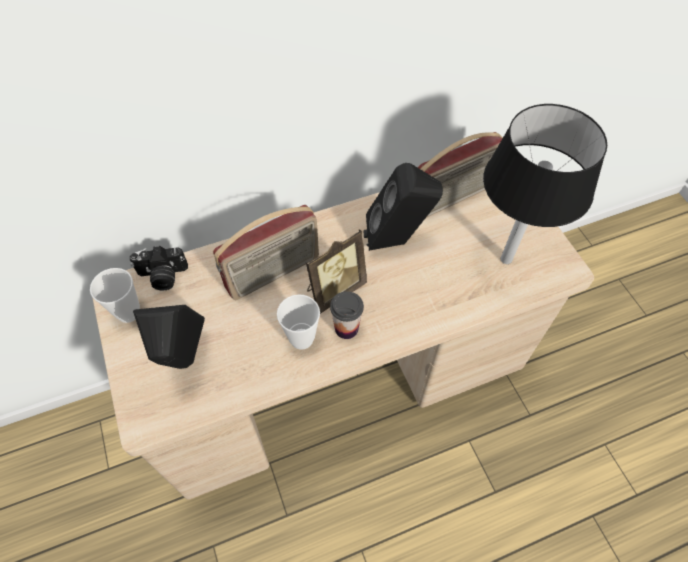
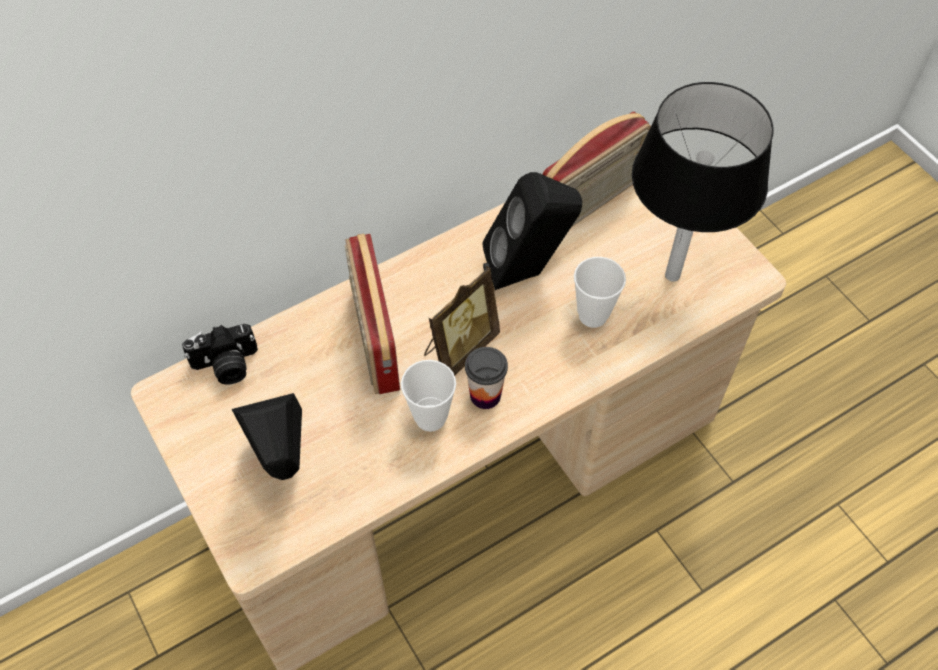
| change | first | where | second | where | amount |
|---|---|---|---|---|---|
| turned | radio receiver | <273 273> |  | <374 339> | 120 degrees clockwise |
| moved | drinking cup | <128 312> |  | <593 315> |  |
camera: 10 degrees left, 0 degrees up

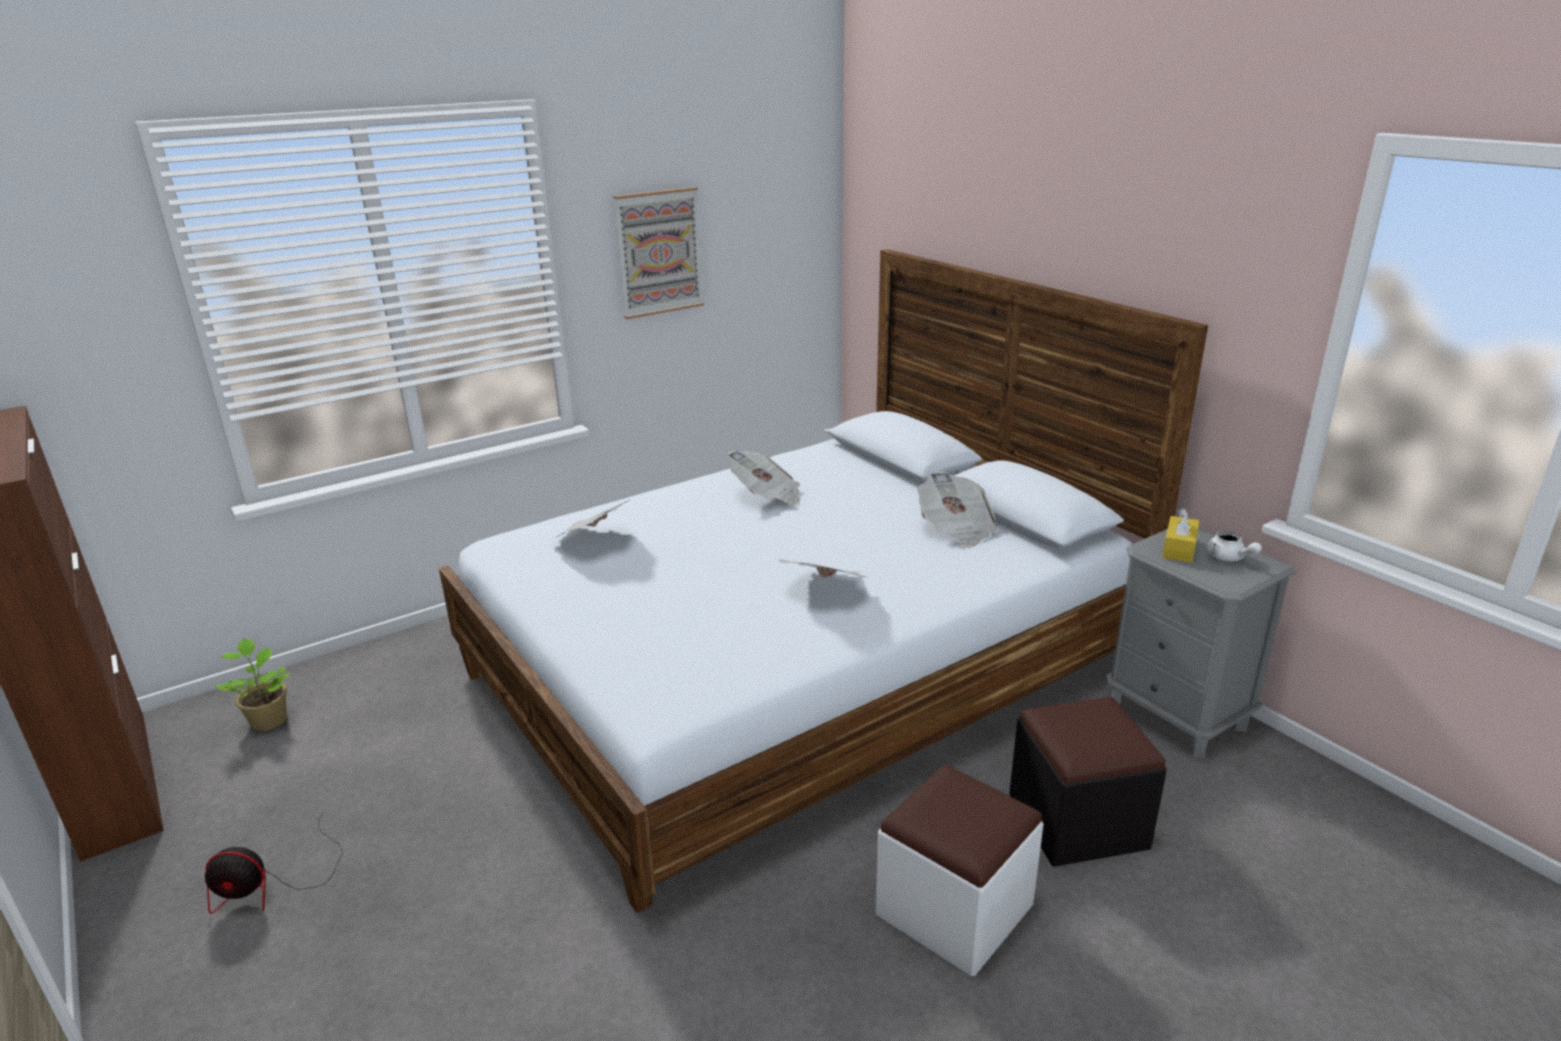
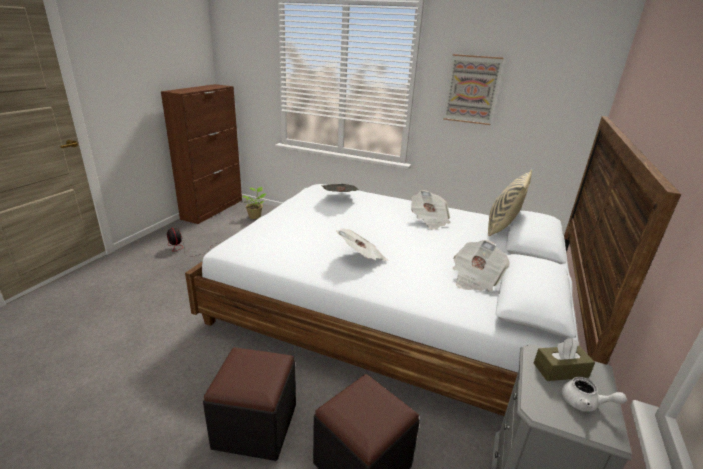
| change | first | where | second | where | amount |
|---|---|---|---|---|---|
| recoloured | whitish pouffe | <954 910> | black-coloured pouffe | <255 426> |  |
| added |  |  | beige-coloured throw pillow | <502 228> |  |
| recoloured | yellowish box of tissues | <1179 548> | brownish box of tissues | <560 370> |  |
| turned | whitish pot for tea | <1229 558> |  | <585 403> | 90 degrees counterclockwise |
camera: 55 degrees right, 0 degrees up

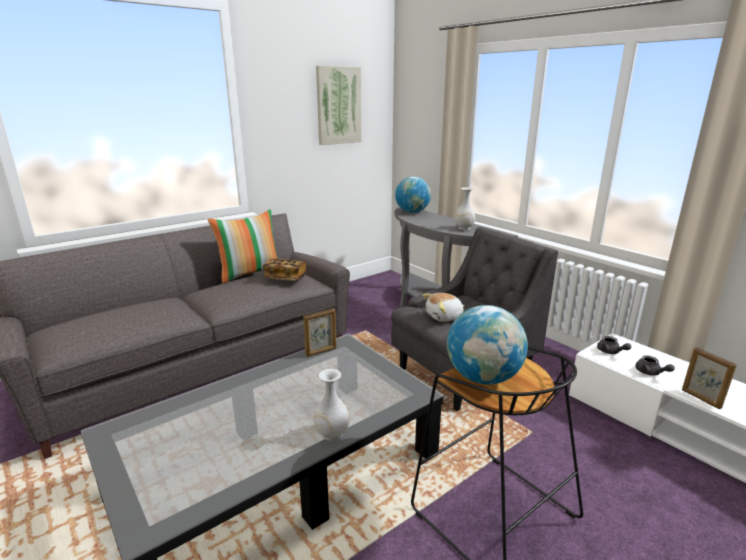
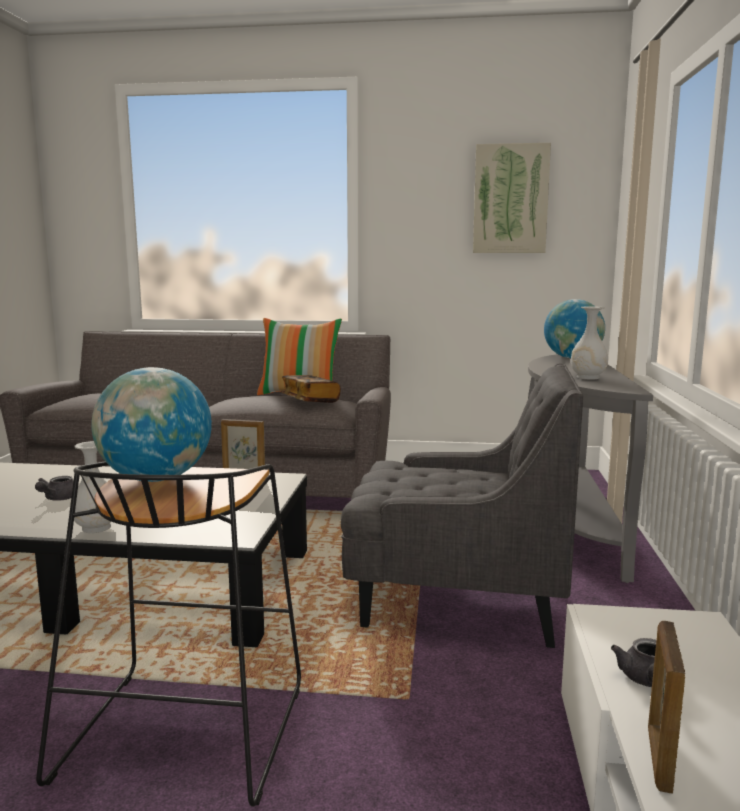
| change | first | where | second | where | amount |
|---|---|---|---|---|---|
| moved | grey pot for tea | <610 352> |  | <57 499> |  |
| removed | soft toy | <444 317> |  |  |  |
camera: 45 degrees right, 10 degrees down

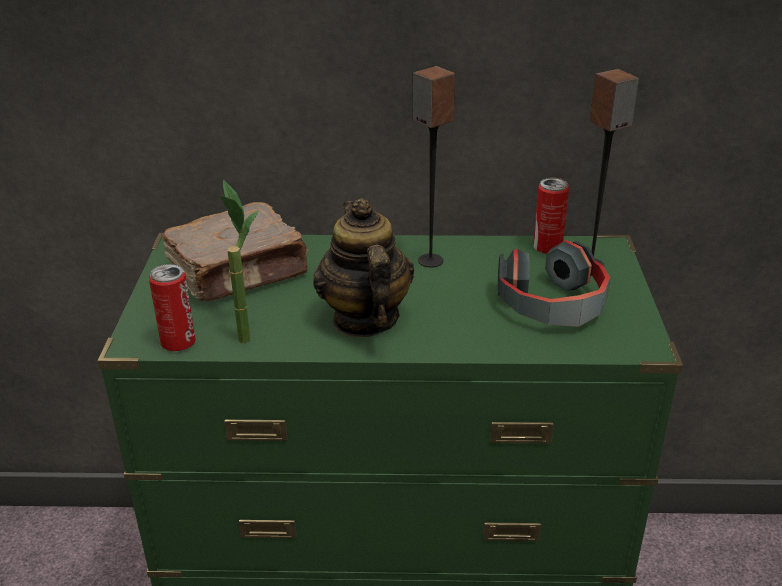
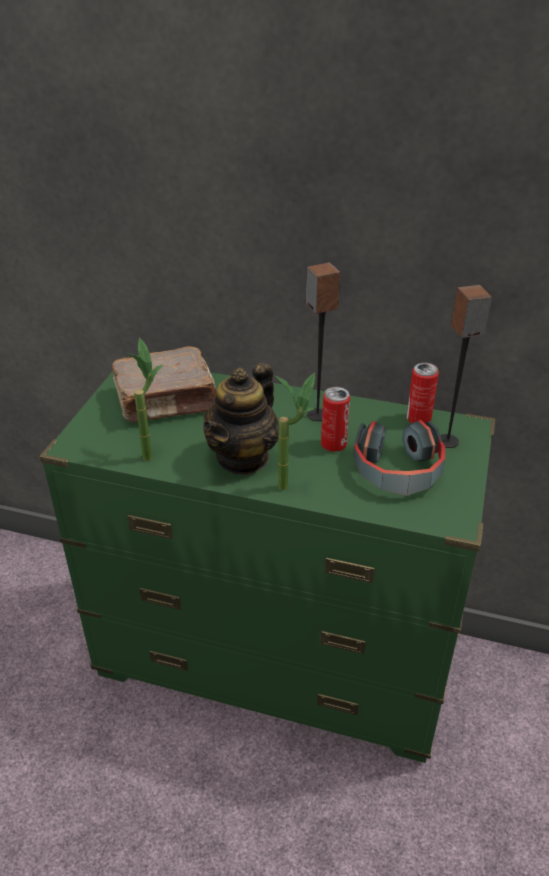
| change | first | where | second | where | amount |
|---|---|---|---|---|---|
| turned | pot for tea | <364 319> |  | <243 457> | 150 degrees counterclockwise |
| added |  |  | potted plant | <293 485> |  |
| moved | can | <178 343> |  | <333 445> |  |
camera: 15 degrees right, 5 degrees up

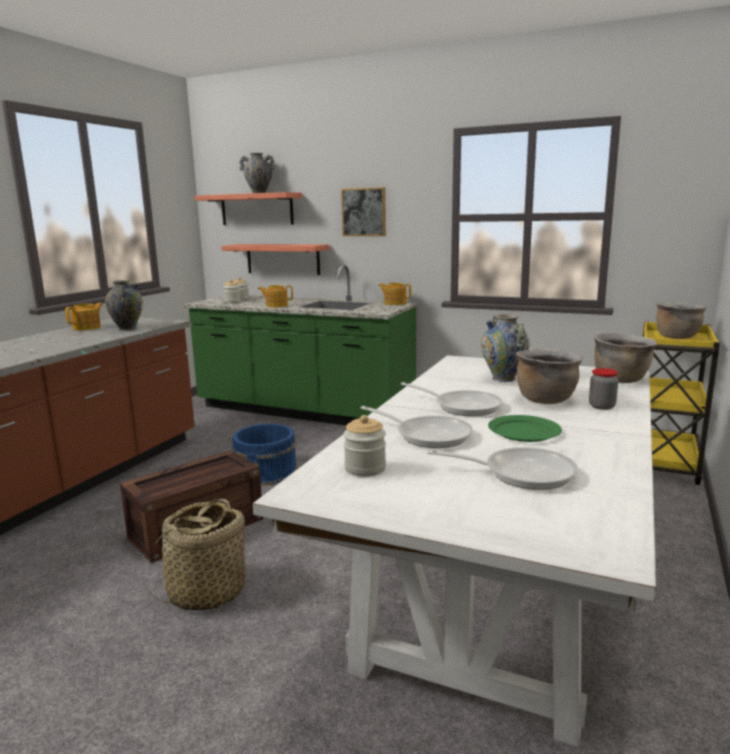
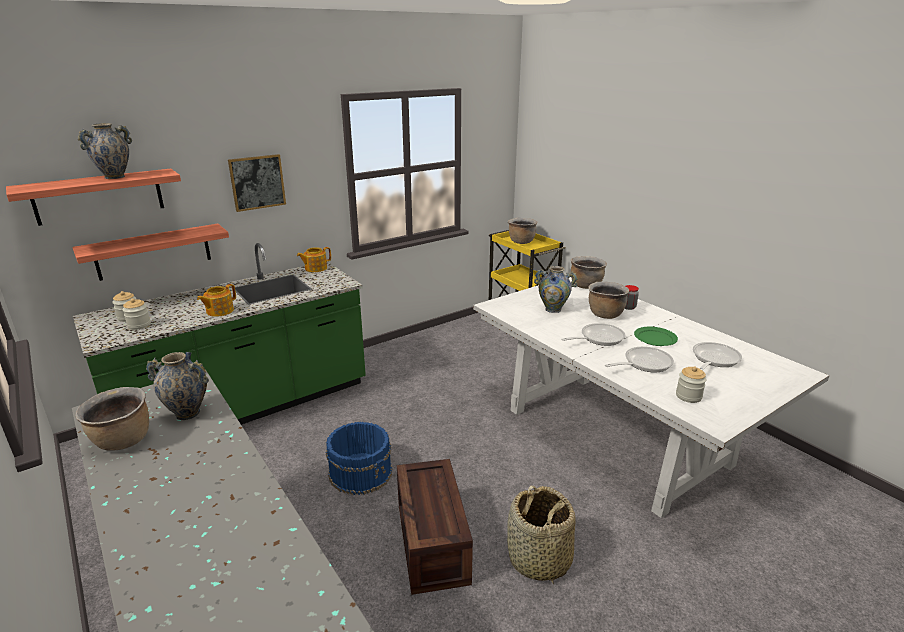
| change | first | where | second | where | amount |
|---|---|---|---|---|---|
| replaced | pot for tea | <87 328> | brownish saucepot | <123 441> |  |
camera: 60 degrees left, 10 degrees up

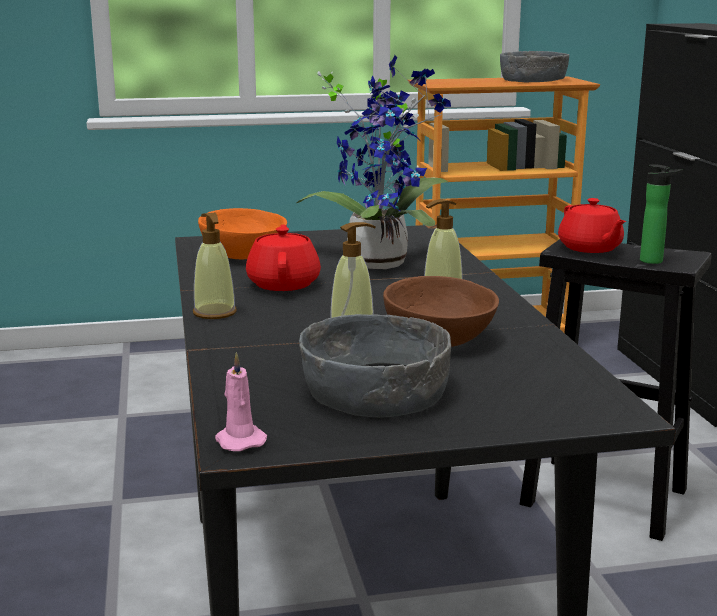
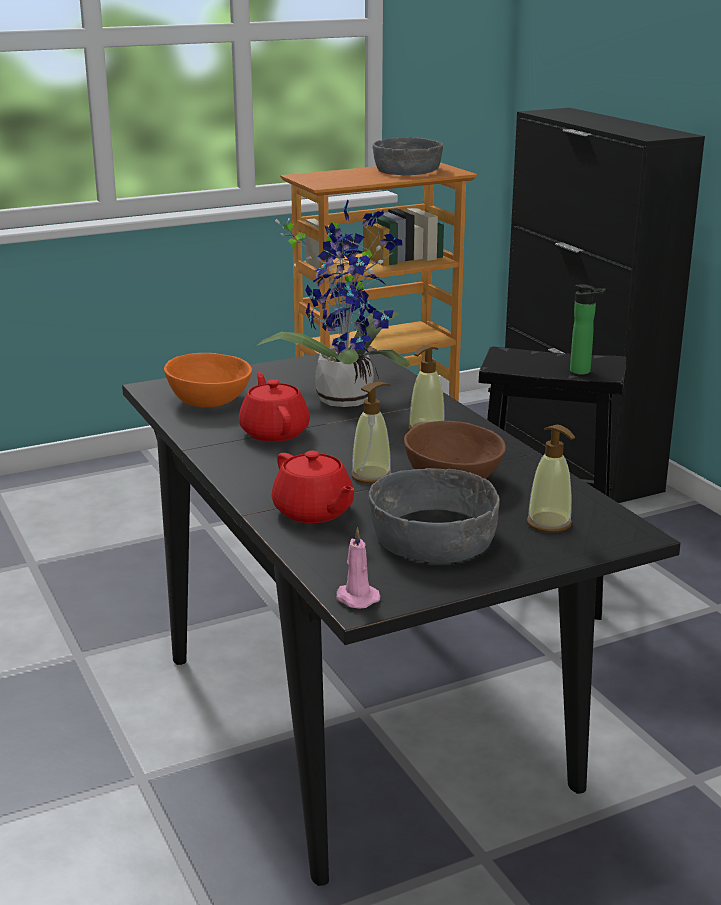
| change | first | where | second | where | amount |
|---|---|---|---|---|---|
| moved | red-coloured pot for tea | <590 248> |  | <314 512> |  |
| moved | liquid soap bottle | <215 313> |  | <549 523> |  |
camera: 15 degrees left, 5 degrees up

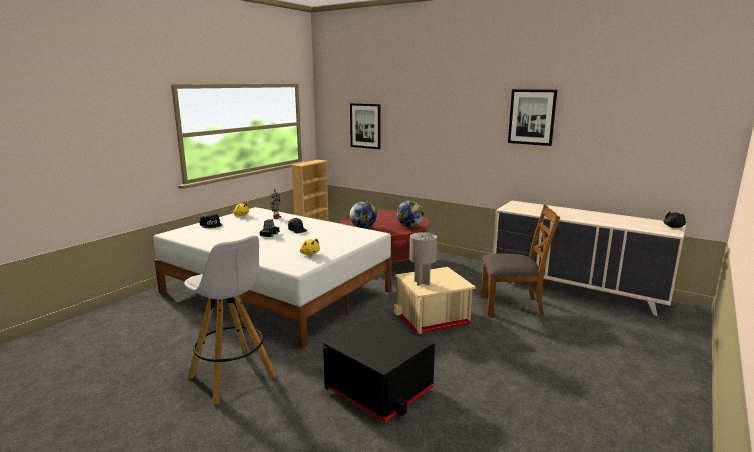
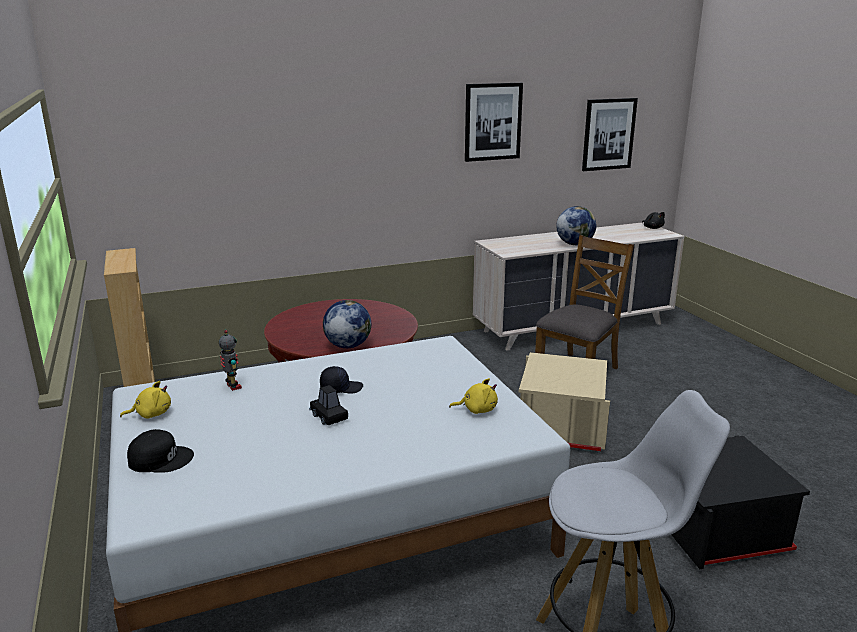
| change | first | where | second | where | amount |
|---|---|---|---|---|---|
| moved | desk globe | <410 226> |  | <574 244> |  |
| moved | picture | <365 126> |  | <608 134> |  |
| removed | grey table lamp | <422 282> |  |  |  |
camera: 55 degrees left, 5 degrees up

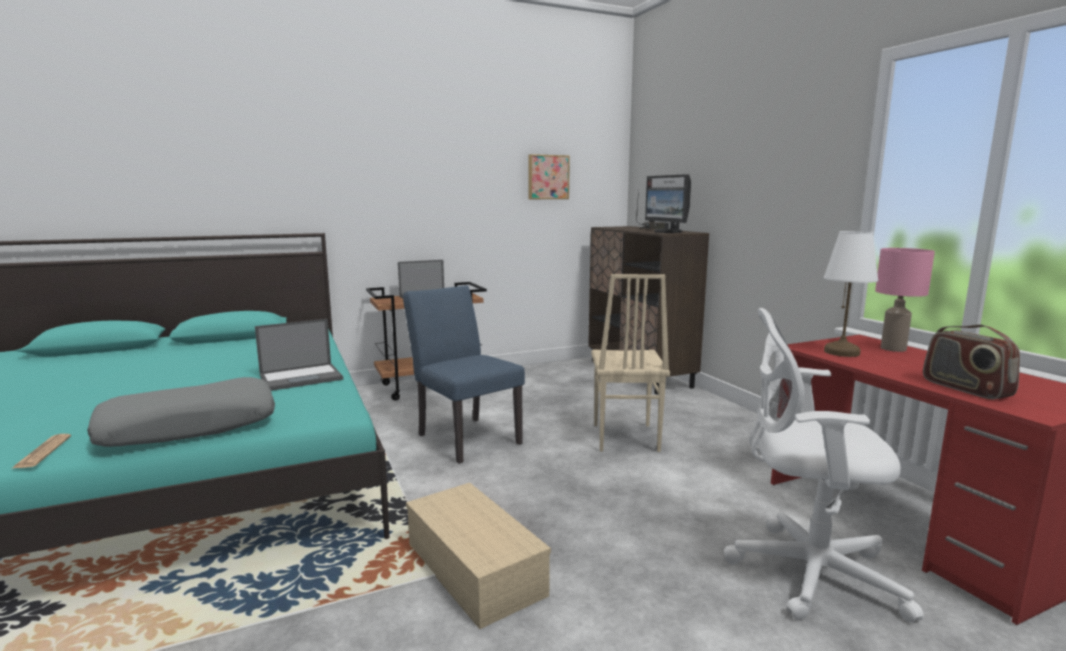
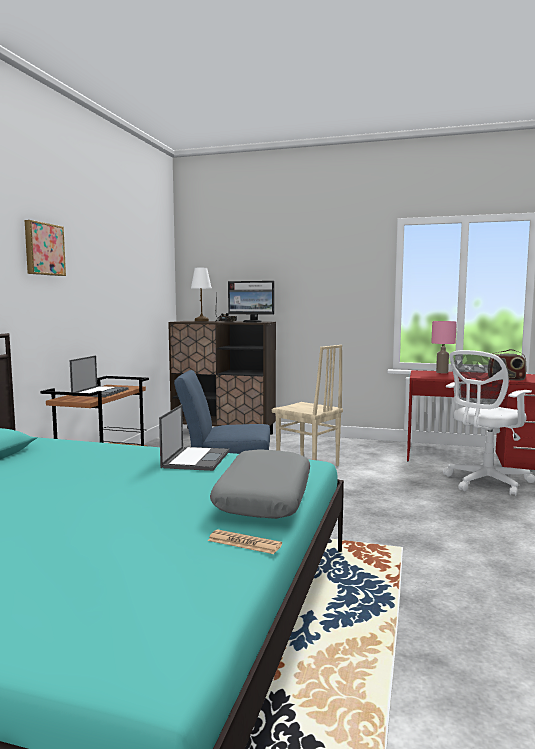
| change | first | where | second | where | amount |
|---|---|---|---|---|---|
| moved | picture | <547 177> |  | <43 249> |  |
| moved | whitish table lamp | <841 352> |  | <201 321> |  |
| removed | beige-coloured storage box | <477 569> |  |  |  |
camera: 50 degrees left, 5 degrees down

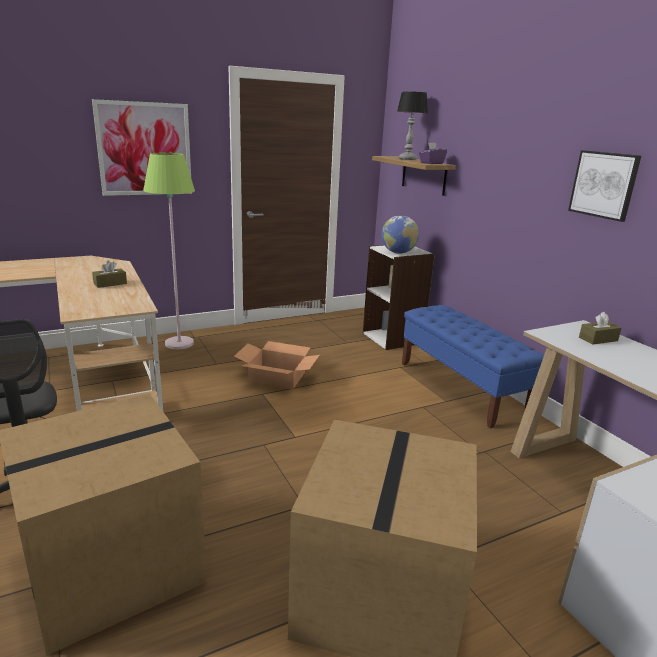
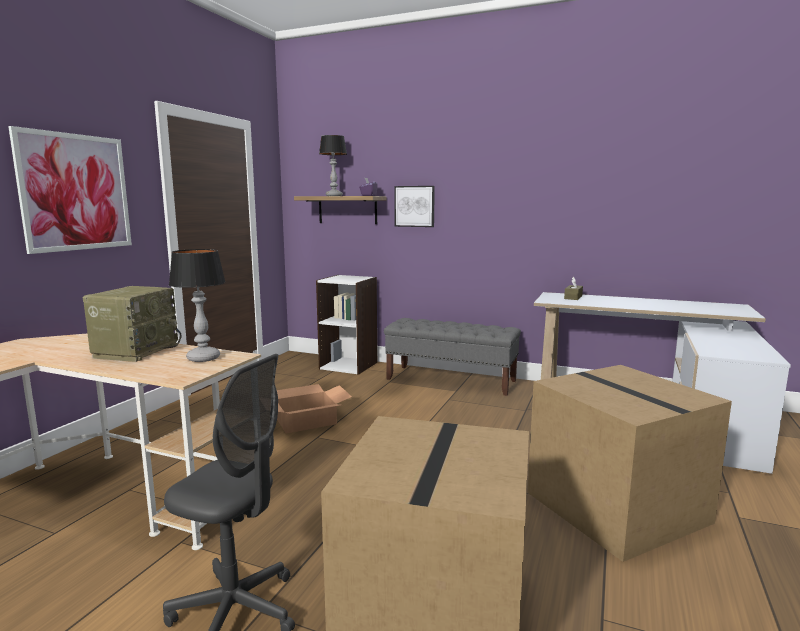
| change | first | where | second | where | amount |
|---|---|---|---|---|---|
| replaced | brownish box of tissues | <110 283> | radio receiver | <136 351> |  |
| added |  |  | table lamp | <204 358> |  |
| recoloured | blue-coloured indoor bench | <462 388> | grey indoor bench | <451 380> |  |
| moved | picture | <604 185> |  | <414 206> |  |
| removed | green-coloured floor lamp | <179 343> |  |  |  |
| removed | desk globe | <398 253> |  |  |  |
camera: 40 degrees left, 10 degrees down

